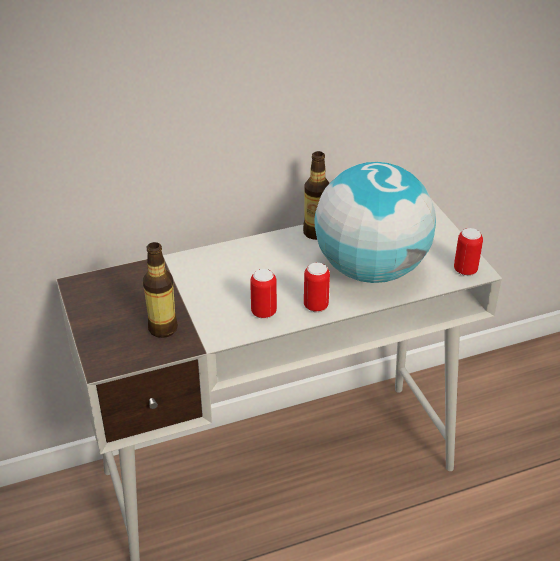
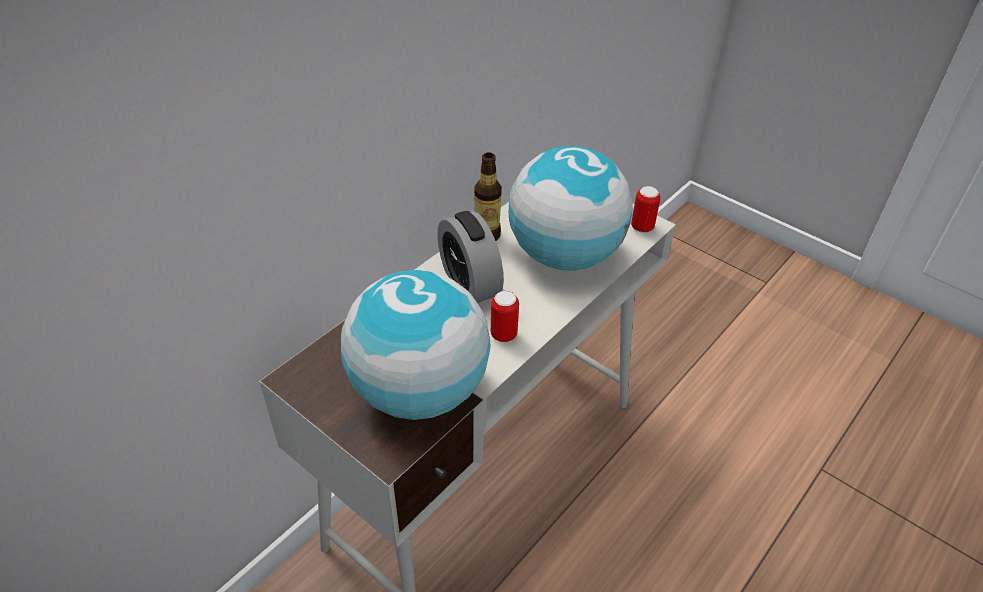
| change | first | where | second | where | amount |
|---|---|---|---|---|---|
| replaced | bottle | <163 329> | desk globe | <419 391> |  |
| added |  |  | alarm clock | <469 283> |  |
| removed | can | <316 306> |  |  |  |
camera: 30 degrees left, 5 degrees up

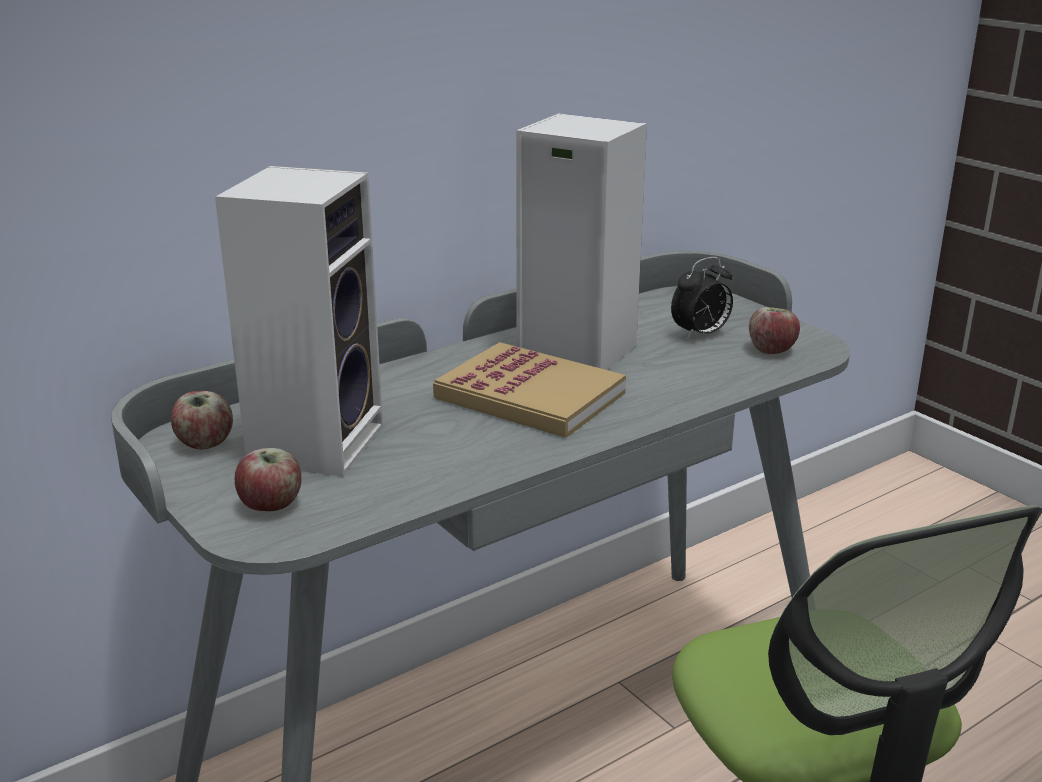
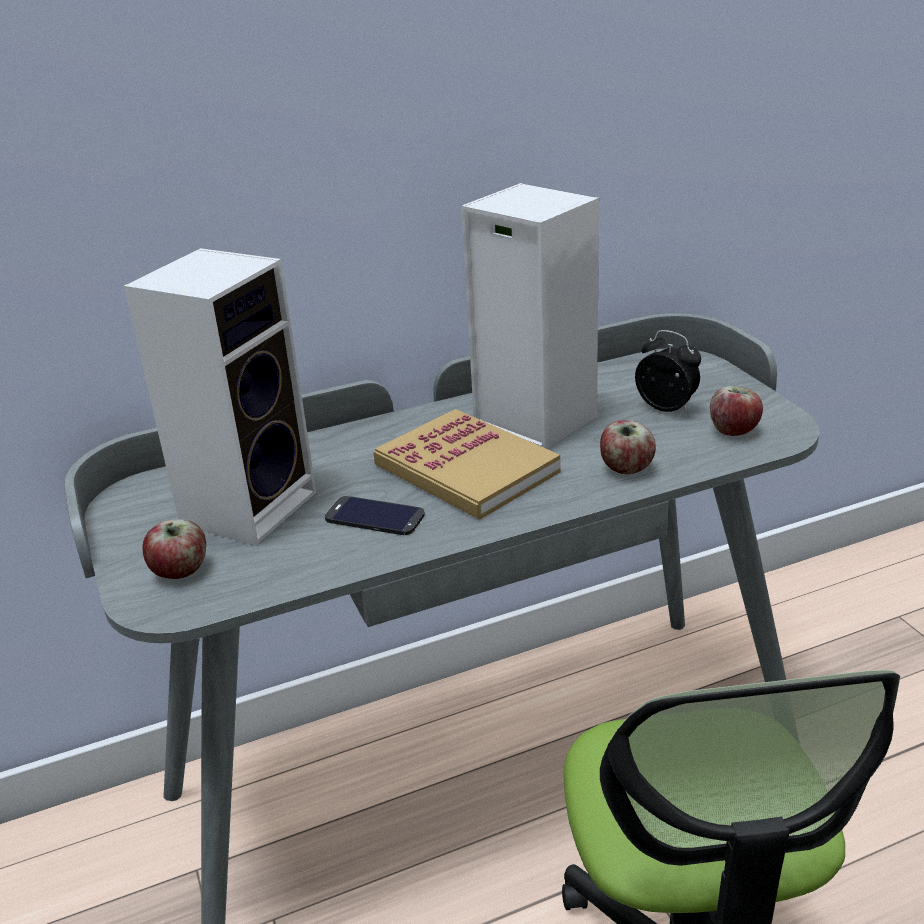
| change | first | where | second | where | amount |
|---|---|---|---|---|---|
| added |  |  | phone | <374 516> |  |
| moved | whole apple | <204 444> |  | <626 469> |  |
| turned | alarm clock | <700 335> |  | <668 407> | 120 degrees counterclockwise |
camera: 15 degrees right, 5 degrees up

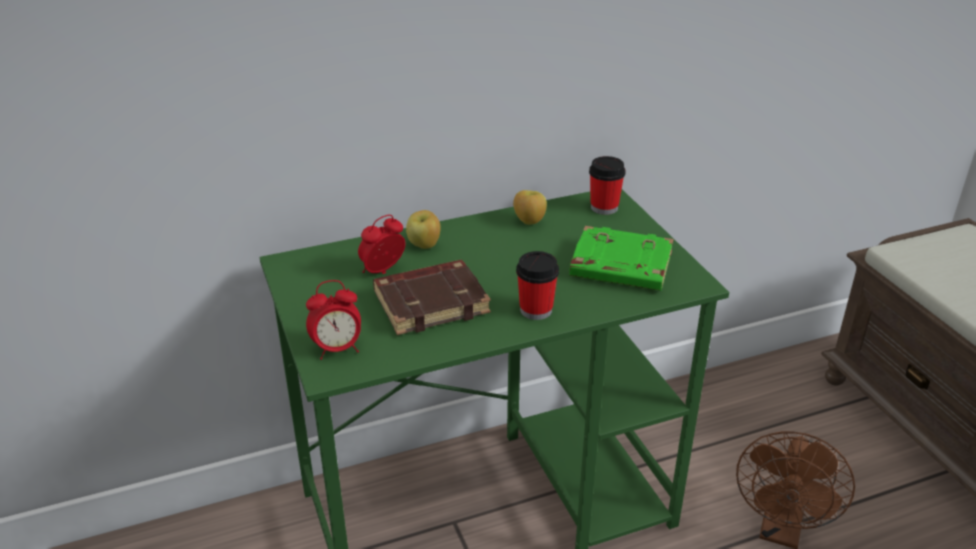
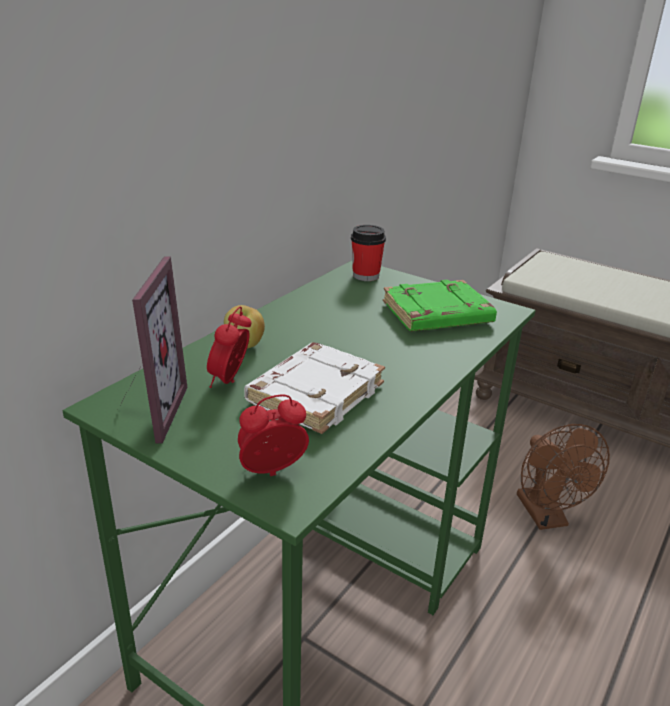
| change | first | where | second | where | amount |
|---|---|---|---|---|---|
| added |  |  | standing frame | <147 412> |  |
| turned | alarm clock | <337 349> |  | <272 473> | 150 degrees counterclockwise |
| recoloured | brownish book | <431 302> | whitish book | <315 393> |  |
| removed | whole apple | <529 222> |  |  |  |
| removed | drinking cup | <536 310> |  |  |  |
camera: 35 degrees left, 5 degrees down

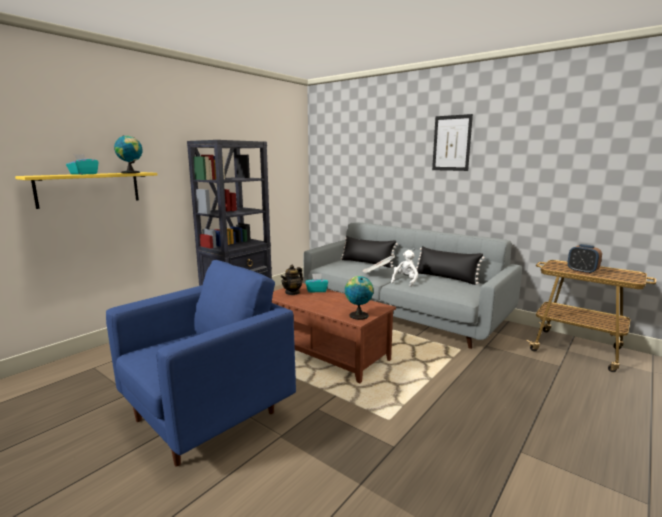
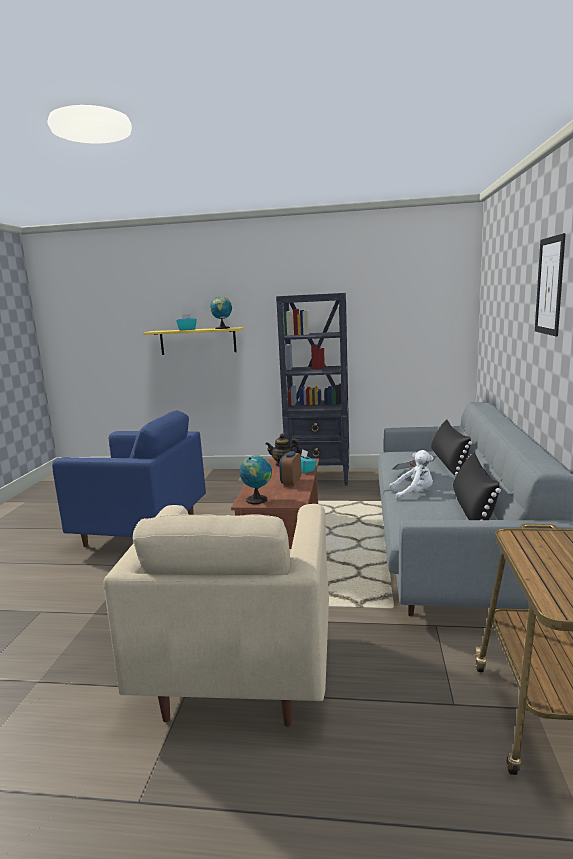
| change | first | where | second | where | amount |
|---|---|---|---|---|---|
| added |  |  | beige-coloured easy chair | <238 673> |  |
| moved | alarm clock | <582 271> |  | <291 482> |  |
camera: 60 degrees right, 0 degrees up

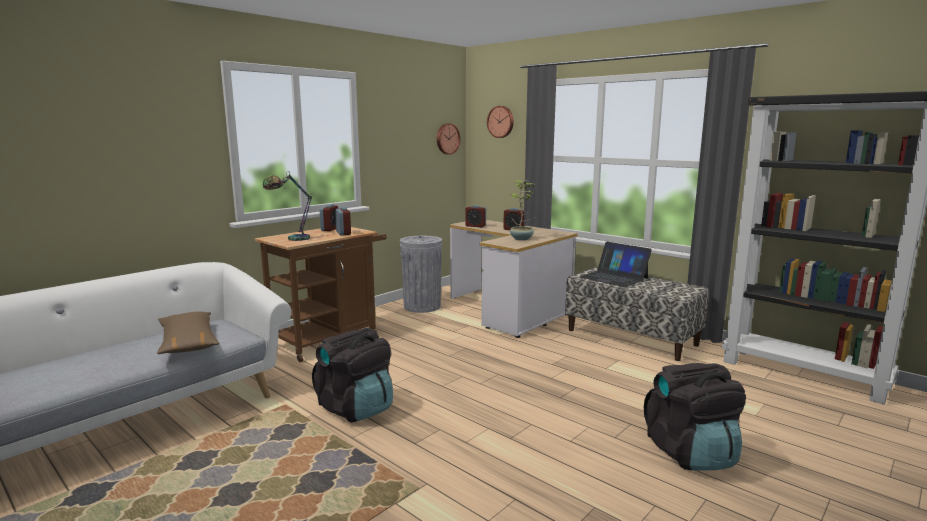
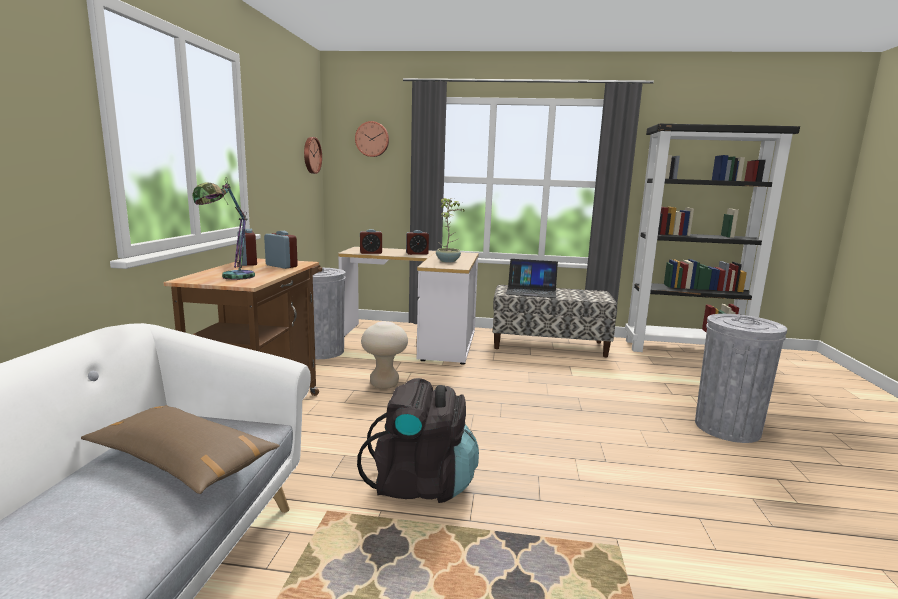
| change | first | where | second | where | amount |
|---|---|---|---|---|---|
| added |  |  | beige-coloured stool seat | <384 384> |  |
| replaced | black-coloured rucksack | <690 453> | grey waste bin | <727 427> |  |
camera: 35 degrees left, 0 degrees up

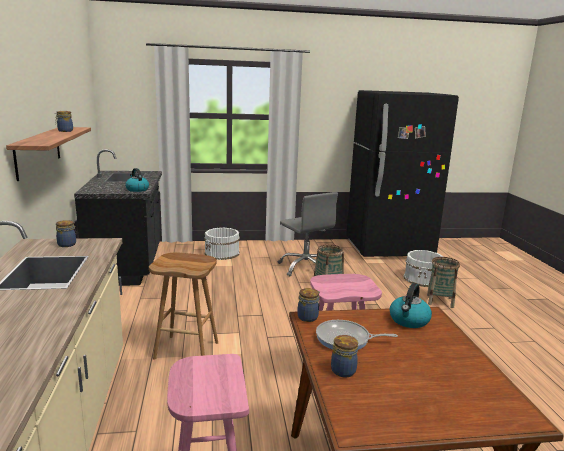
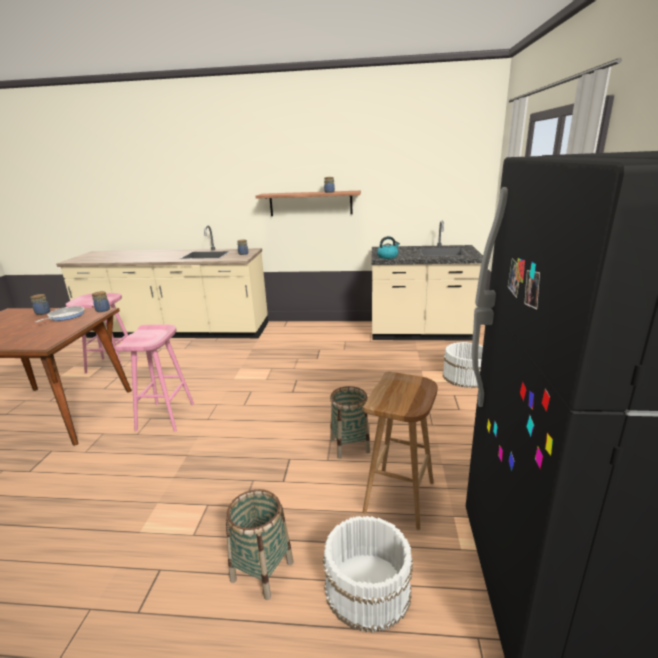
| change | first | where | second | where | amount |
|---|---|---|---|---|---|
| moved | brownish stool seat | <187 350> |  | <399 498> |  |
| recoloured | black-coloured counter | <128 264> | beige-coloured counter | <420 333> |  |
| removed | grey desk chair | <305 267> |  |  |  |
| removed | water kettle | <409 320> |  |  |  |
camera: 105 degrees right, 5 degrees up

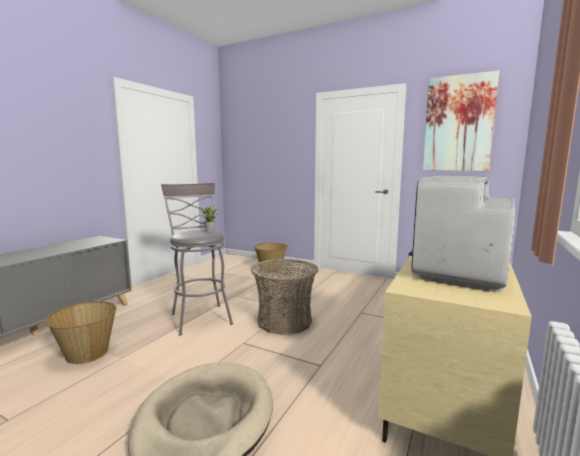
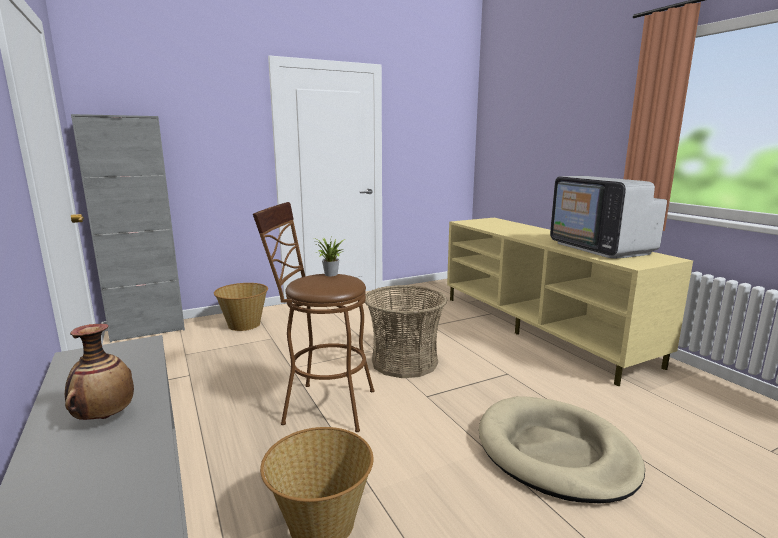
| change | first | where | second | where | amount |
|---|---|---|---|---|---|
| added |  |  | decorative vase | <104 417> |  |
| added |  |  | grey cupboard | <148 331> |  |
| recoloured | grey stool seat | <200 316> | brownish stool seat | <321 406> |  |
| removed | picture | <458 124> |  |  |  |
camera: 55 degrees left, 5 degrees up

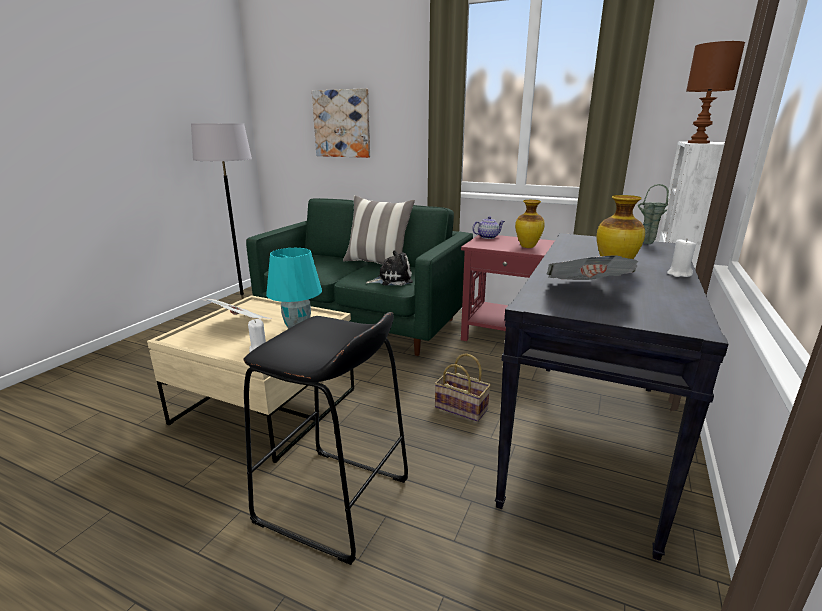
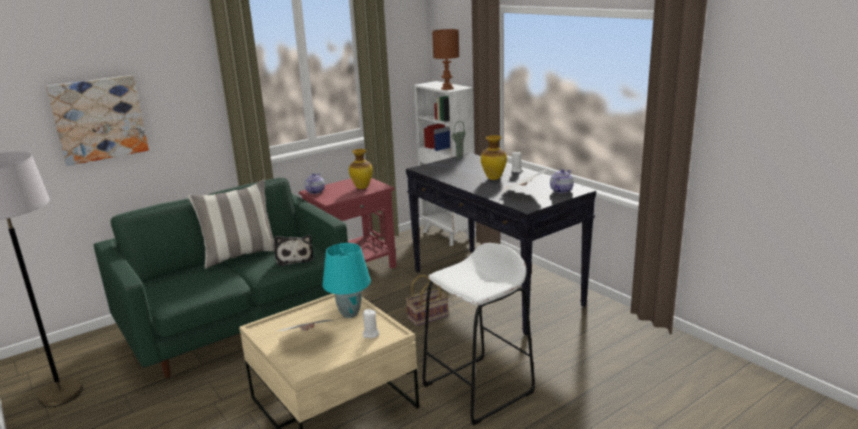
| change | first | where | second | where | amount |
|---|---|---|---|---|---|
| turned | soft toy | <392 280> |  | <295 258> | 150 degrees clockwise |
| recoloured | black-coloured stool seat | <333 501> | whitish stool seat | <478 389> |  |
| added |  |  | pot for tea | <561 190> |  |
camera: 60 degrees left, 0 degrees up

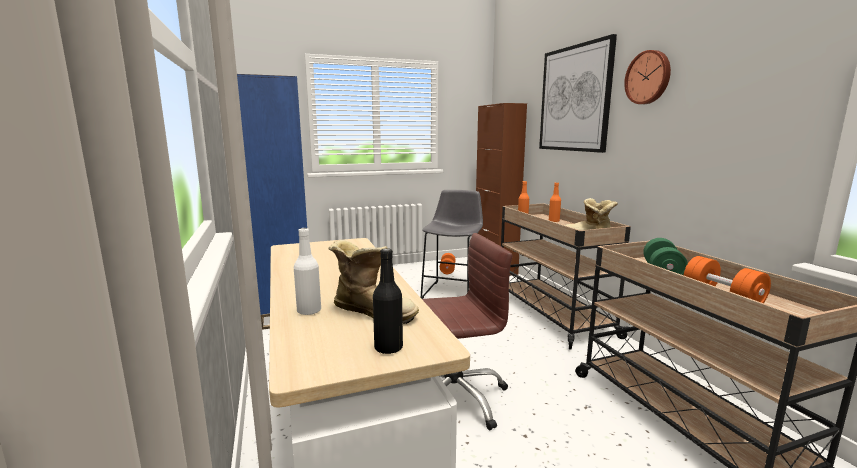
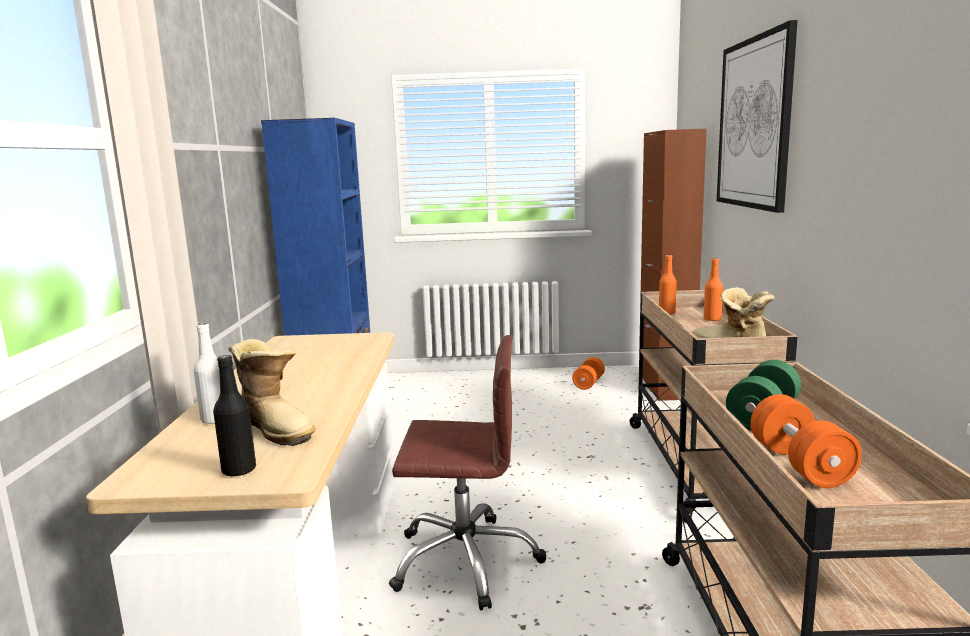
| change | first | where | second | where | amount |
|---|---|---|---|---|---|
| removed | grey stool seat | <453 291> |  |  |  |
| removed | clock on the wall | <648 77> |  |  |  |
camera: 20 degrees right, 0 degrees up

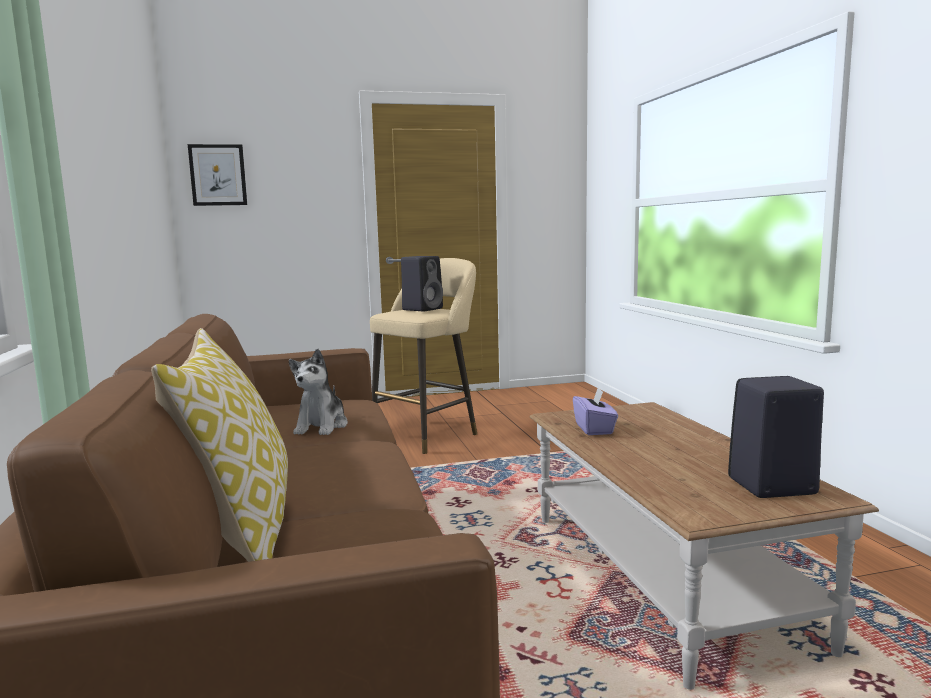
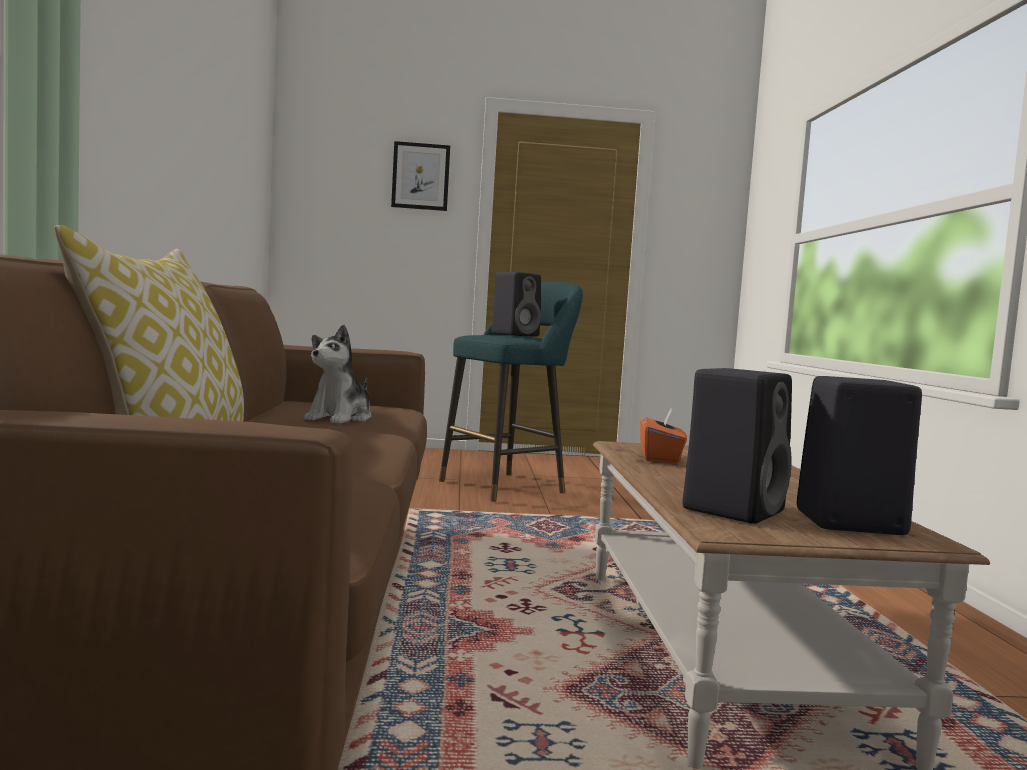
| change | first | where | second | where | amount |
|---|---|---|---|---|---|
| moved | picture | <218 175> |  | <420 176> |  |
| recoloured | beige-coloured stool seat | <428 435> | turquoise stool seat | <507 486> |  |
| recoloured | purple-coloured box of tissues | <594 429> | orangey box of tissues | <660 458> |  |
| added |  |  | black-coloured speaker | <733 509> |  |
camera: 10 degrees right, 5 degrees down

